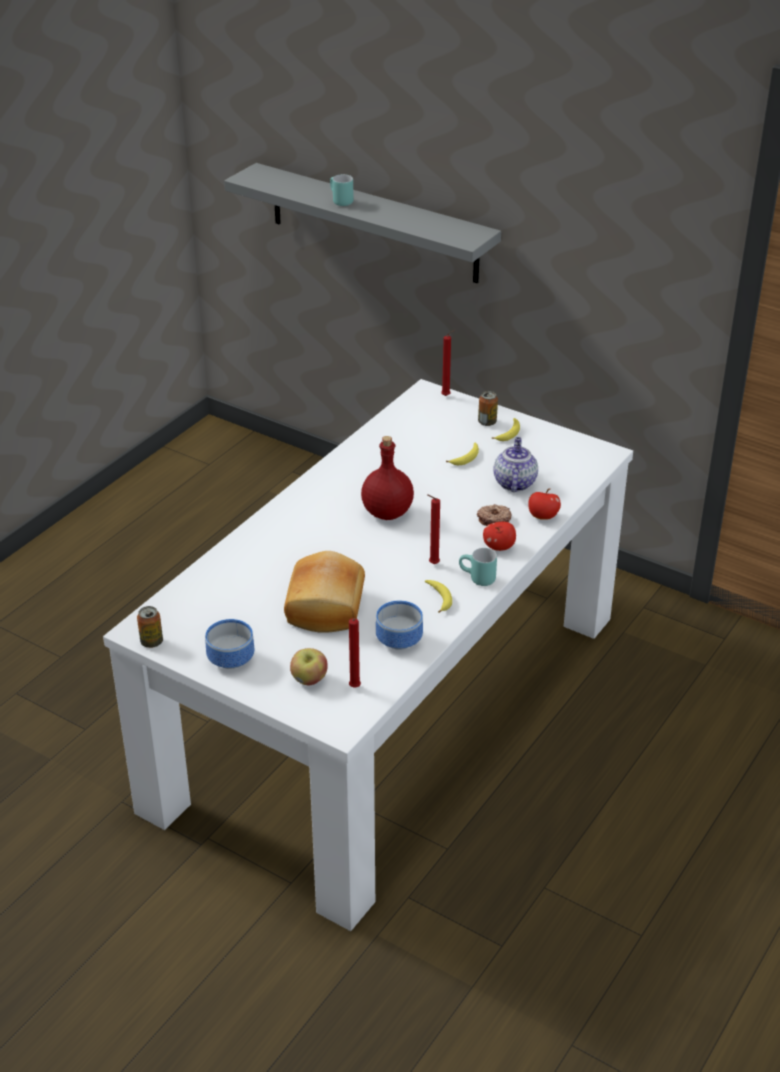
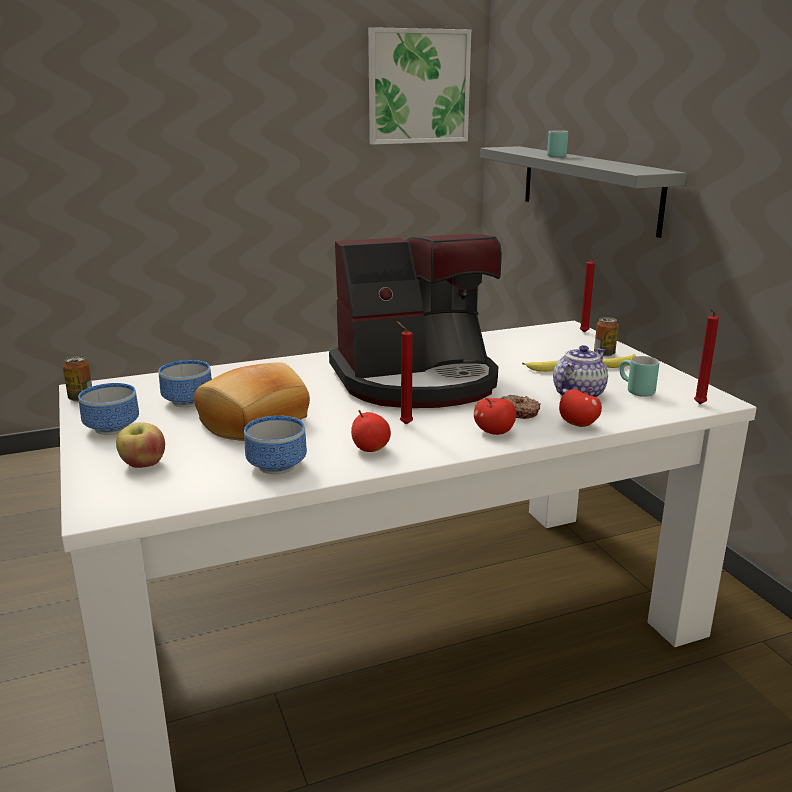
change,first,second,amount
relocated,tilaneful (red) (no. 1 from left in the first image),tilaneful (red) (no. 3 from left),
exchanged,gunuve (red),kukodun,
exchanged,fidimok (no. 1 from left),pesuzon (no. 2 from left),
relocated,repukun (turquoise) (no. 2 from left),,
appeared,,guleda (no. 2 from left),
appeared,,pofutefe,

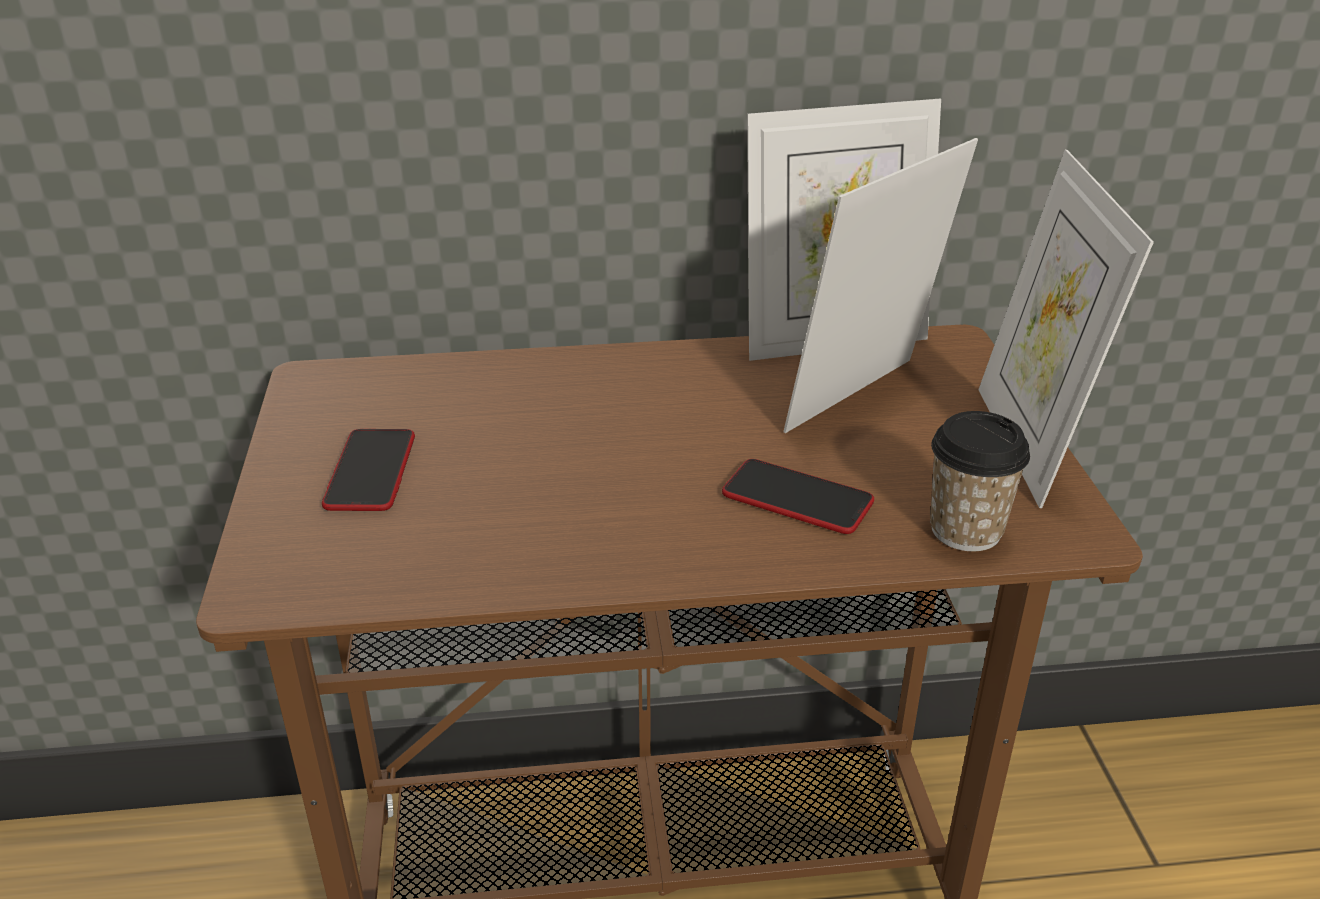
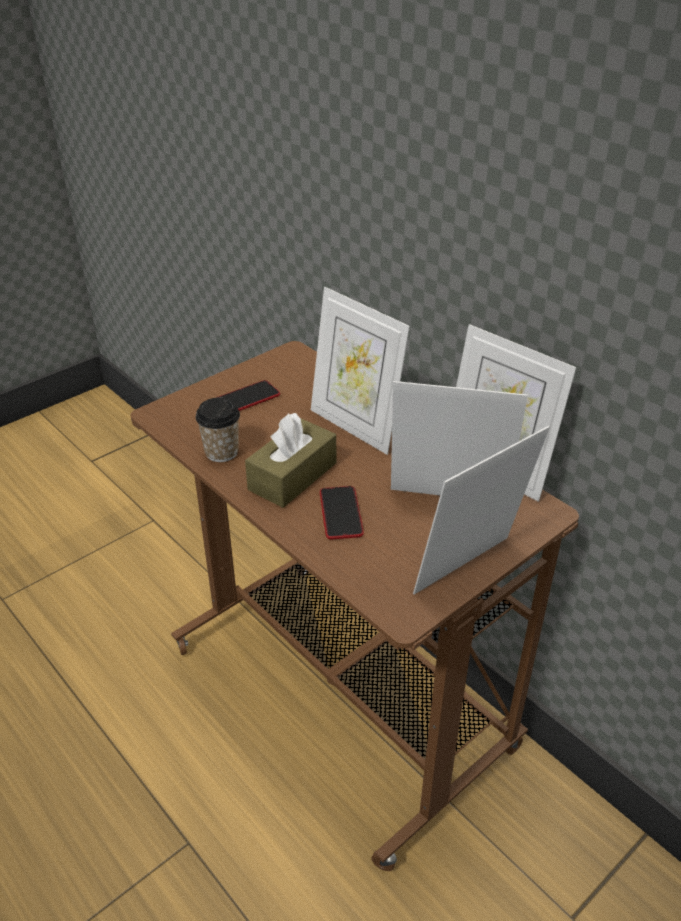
change,first,second,amount
relocated,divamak,,
appeared,,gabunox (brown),
appeared,,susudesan (no. 1 from left),

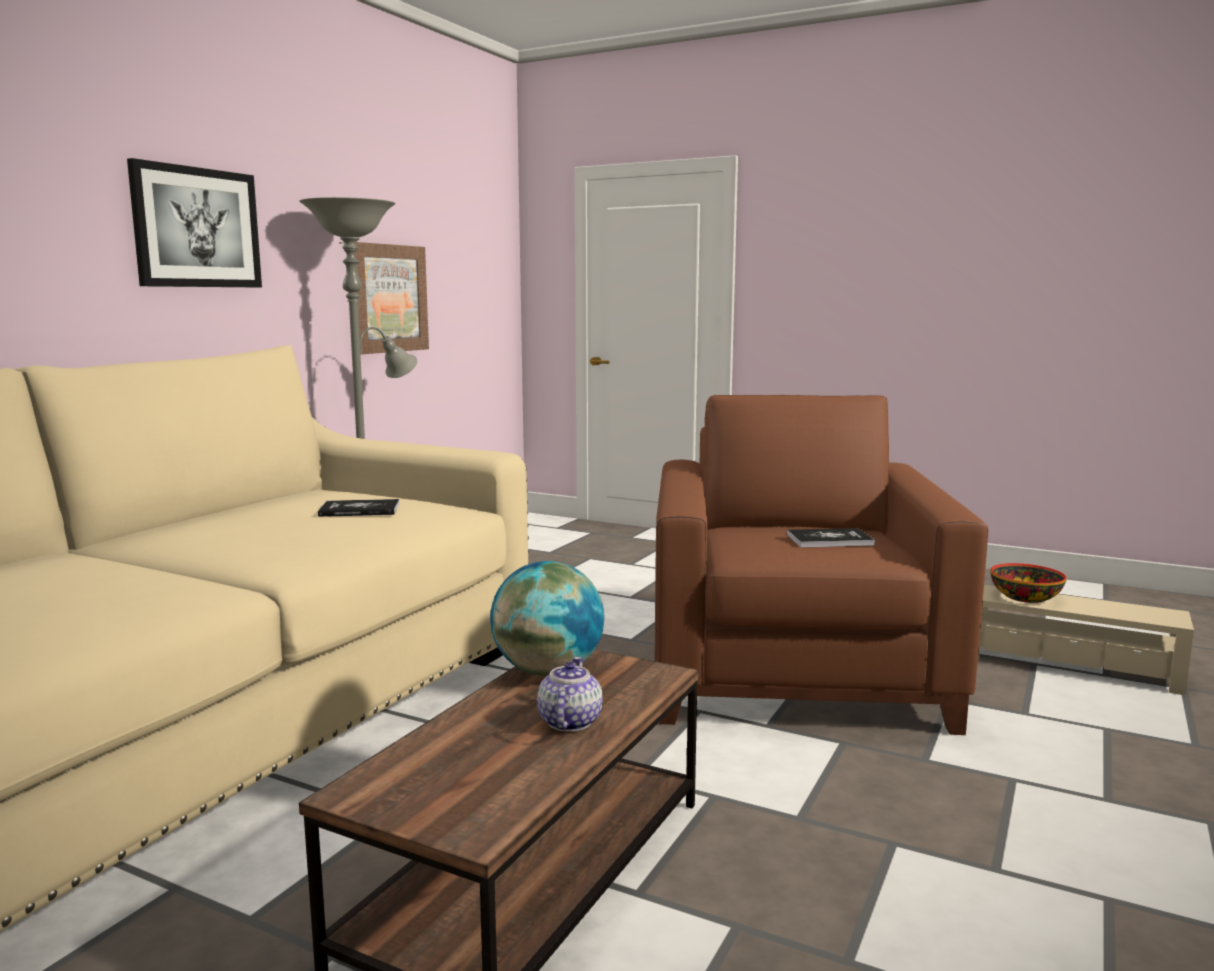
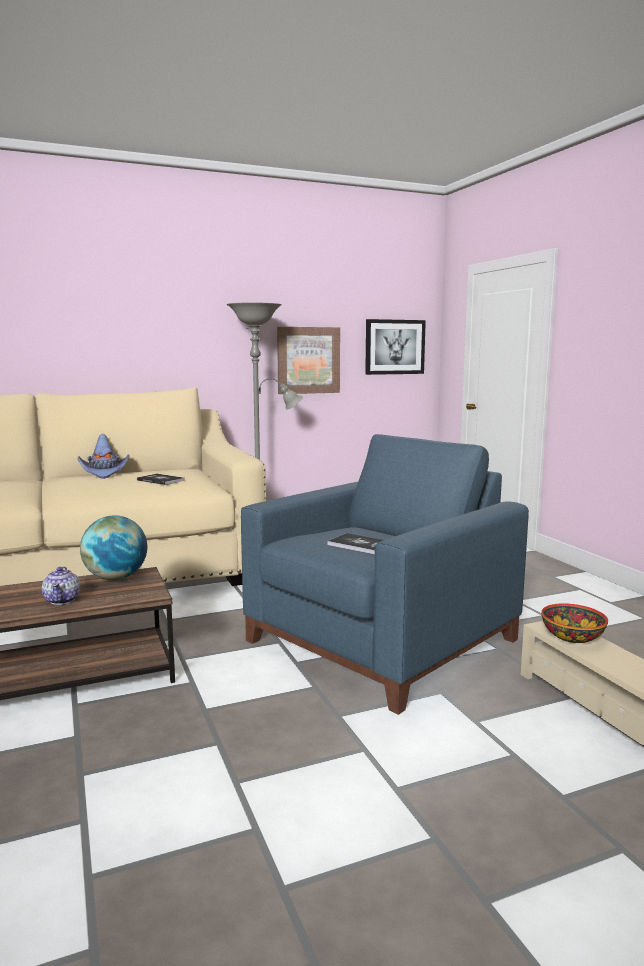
change,first,second,amount
relocated,pofutefe (no. 1 from left in the first image),pofutefe (no. 2 from left),
spun,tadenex,,120 degrees clockwise
colour,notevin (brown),notevin (blue),
appeared,,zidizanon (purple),

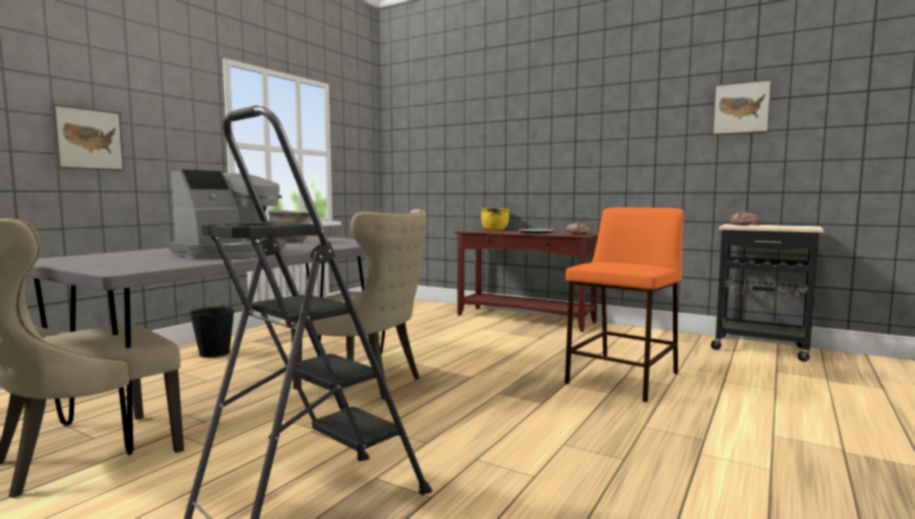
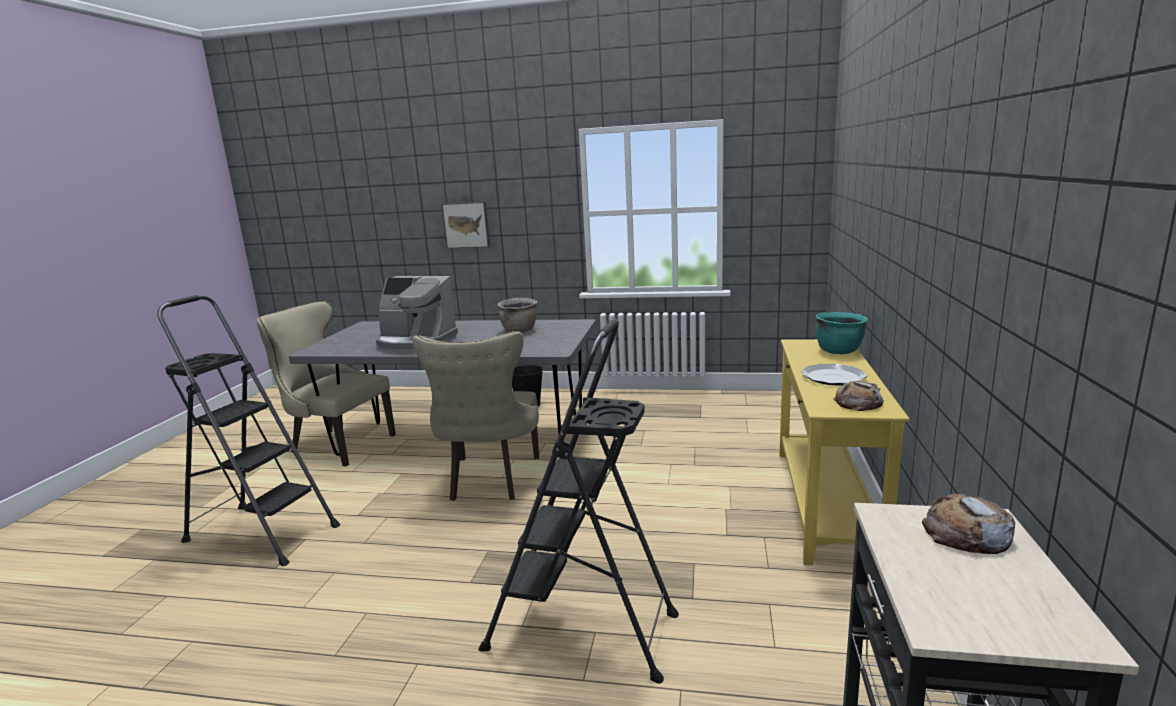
change,first,second,amount
colour,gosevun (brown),gosevun (yellow),
colour,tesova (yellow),tesova (turquoise),
exchanged,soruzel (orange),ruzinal (no. 2 from left),
missing,pofutefe (no. 2 from left),,

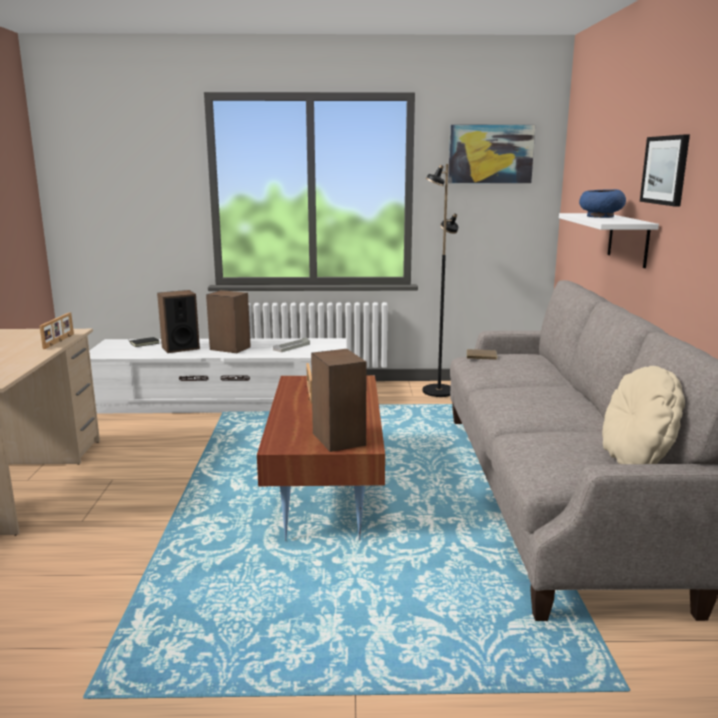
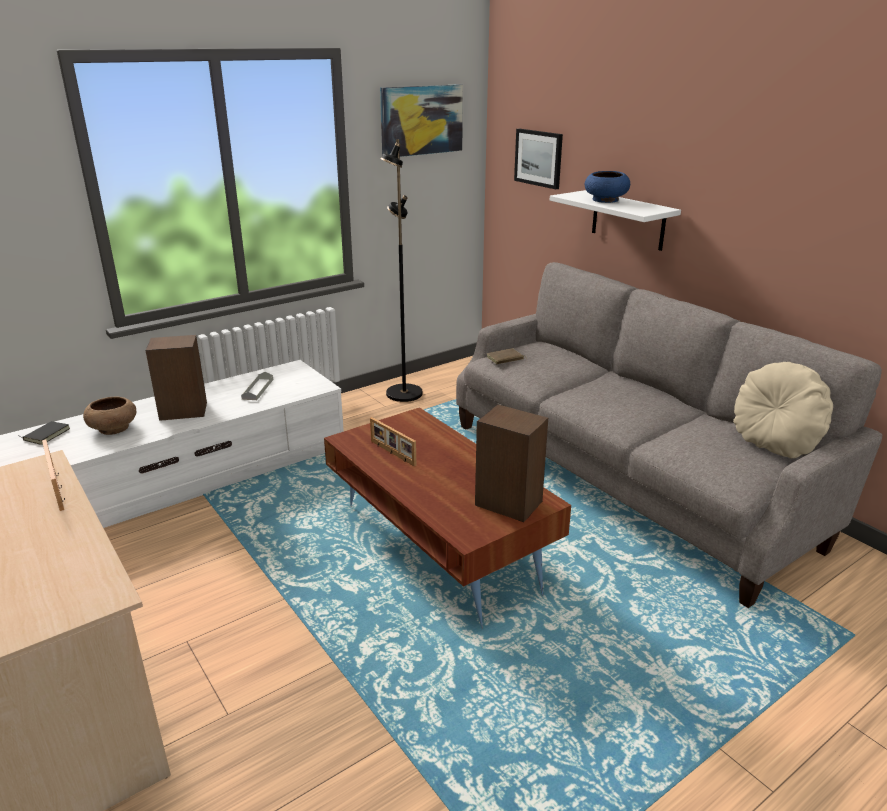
change,first,second,amount
exchanged,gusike (no. 1 from left),guleda (brown),
relocated,pofutefe (no. 2 from left),,

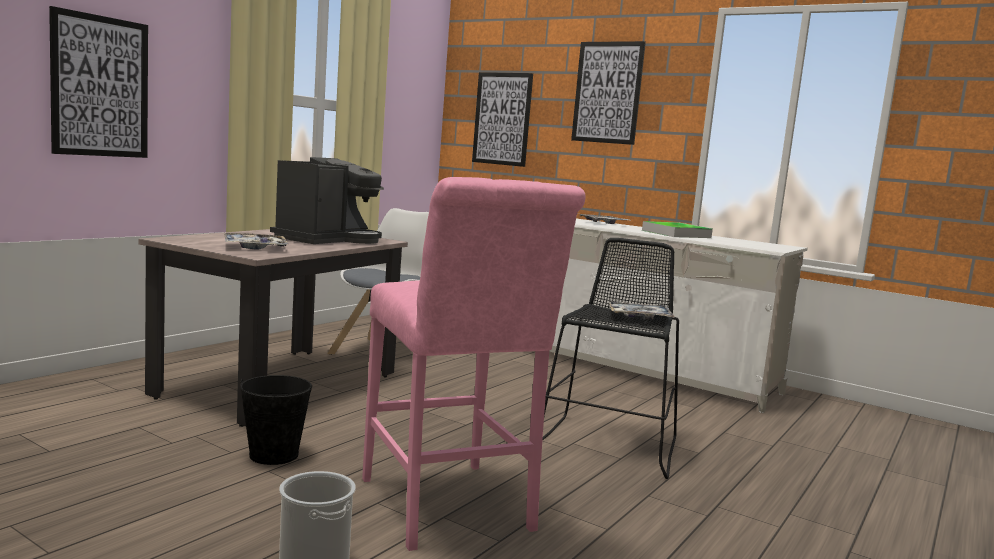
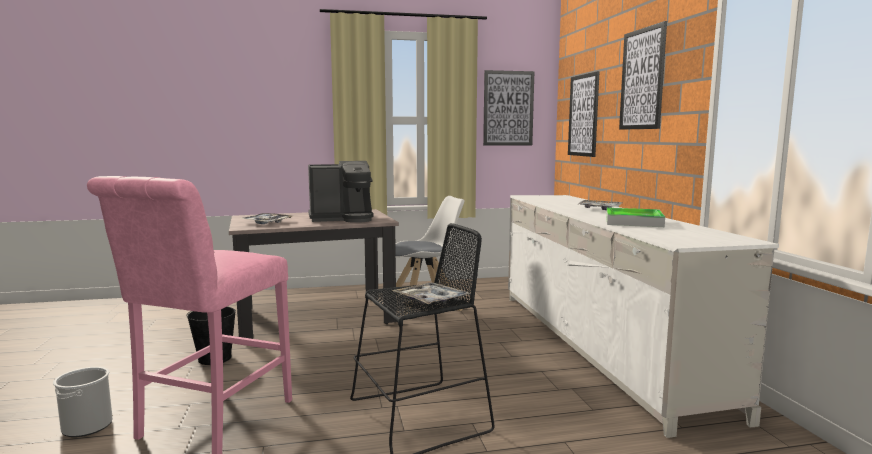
change,first,second,amount
relocated,pofutefe (no. 1 from left),,

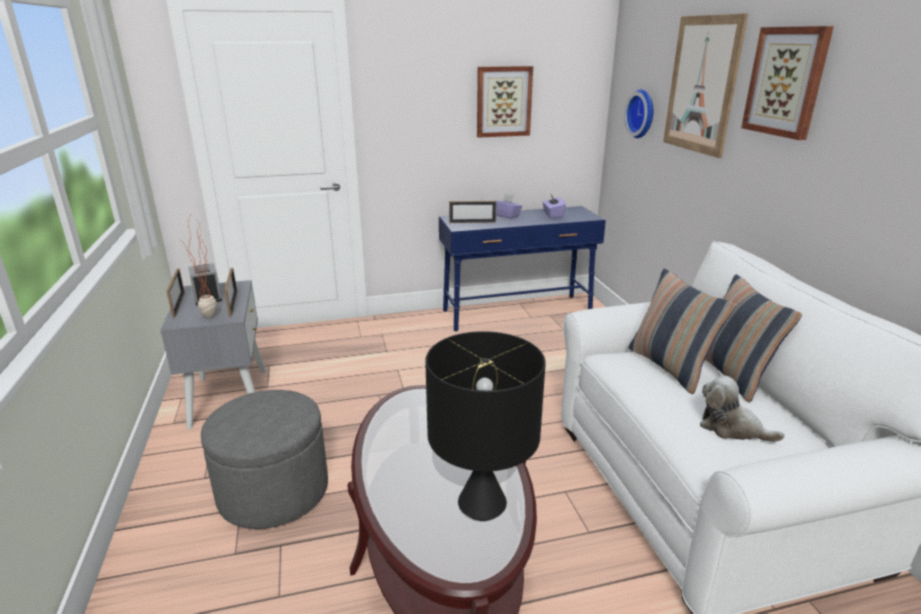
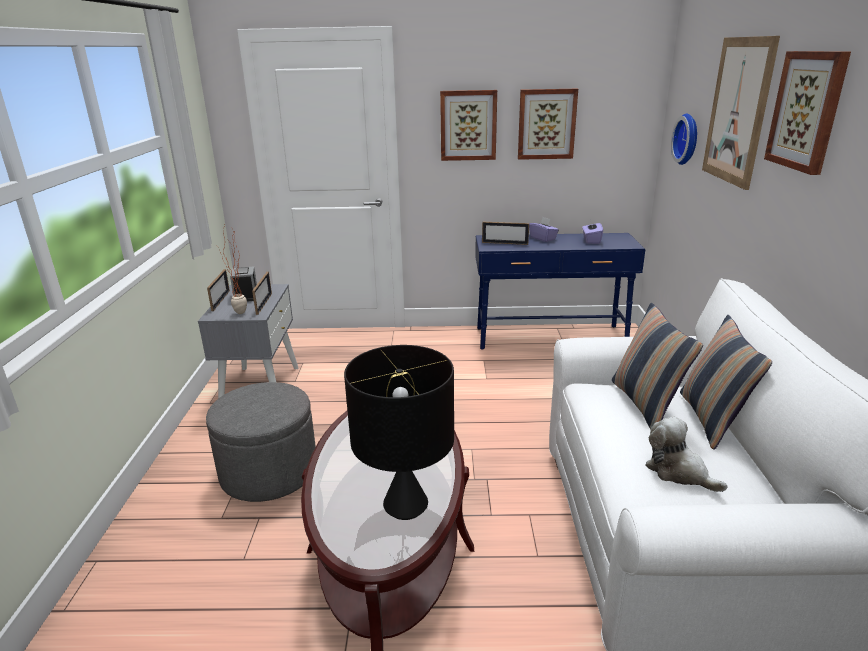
change,first,second,amount
appeared,,pofutefe (no. 1 from left),

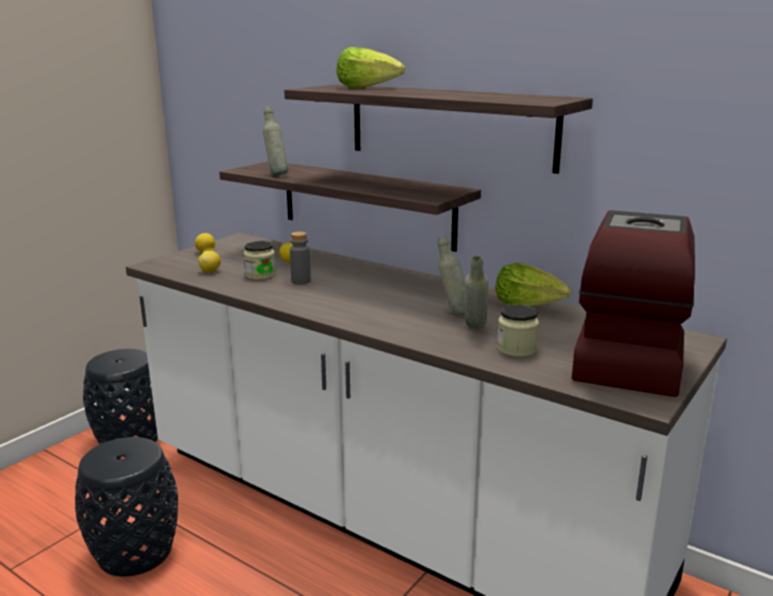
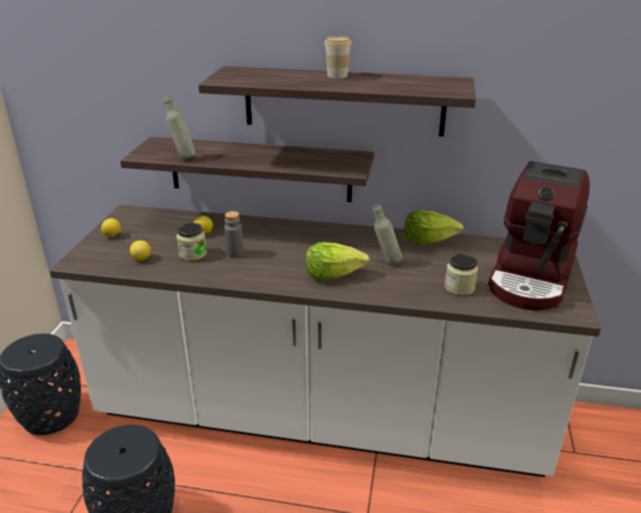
change,first,second,amount
relocated,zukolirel (no. 1 from left),,
missing,gunuve (grey) (no. 4 from left),,
spun,kukodun,,150 degrees counterclockwise
appeared,,divamak,

